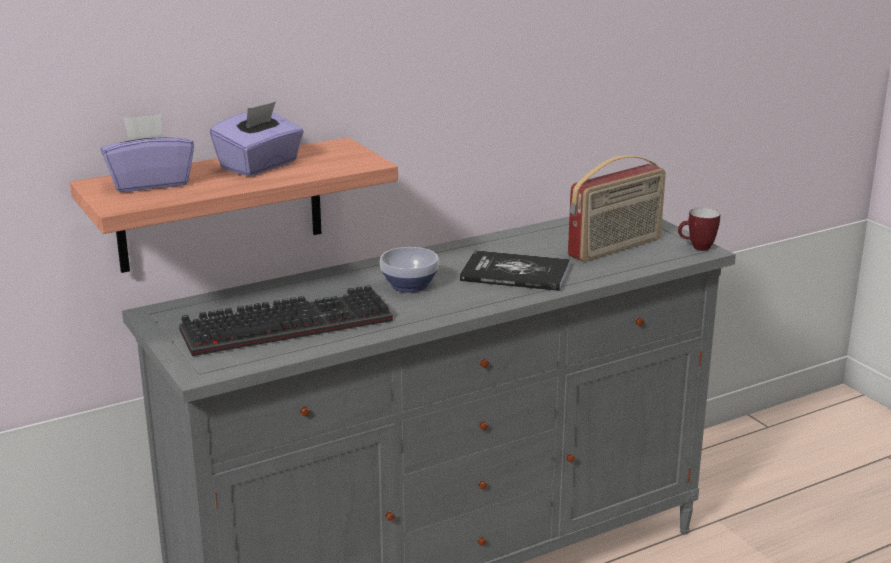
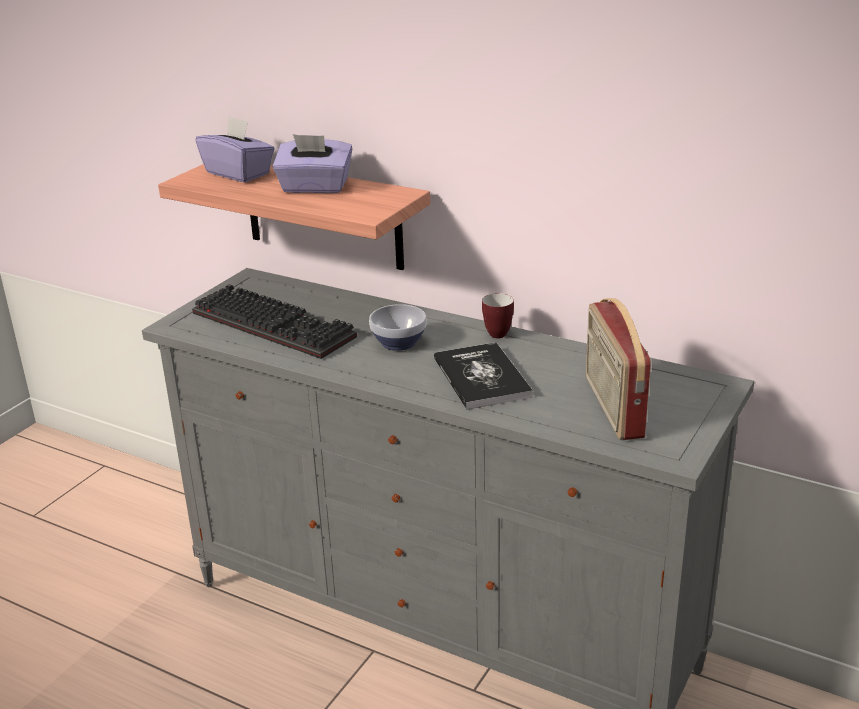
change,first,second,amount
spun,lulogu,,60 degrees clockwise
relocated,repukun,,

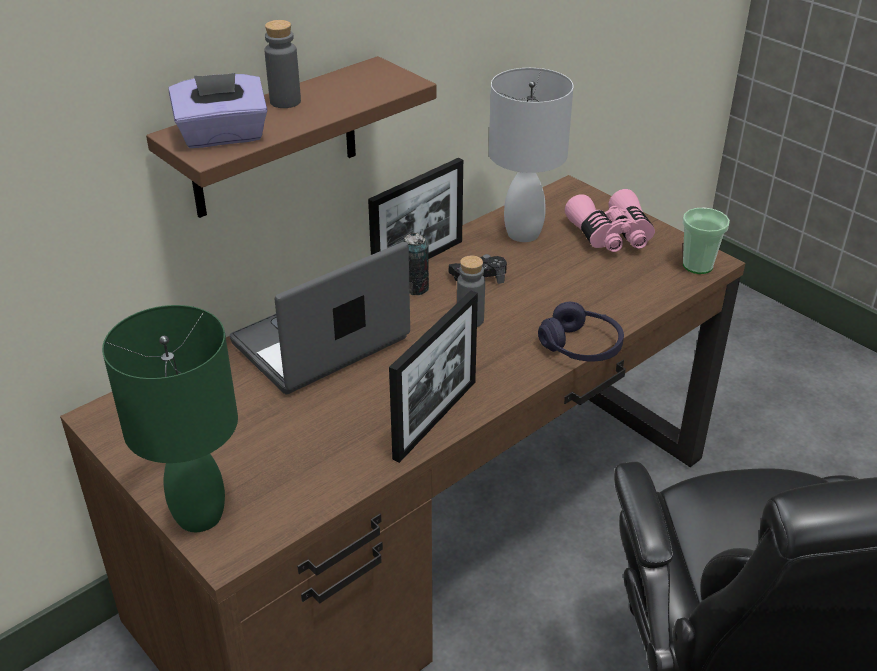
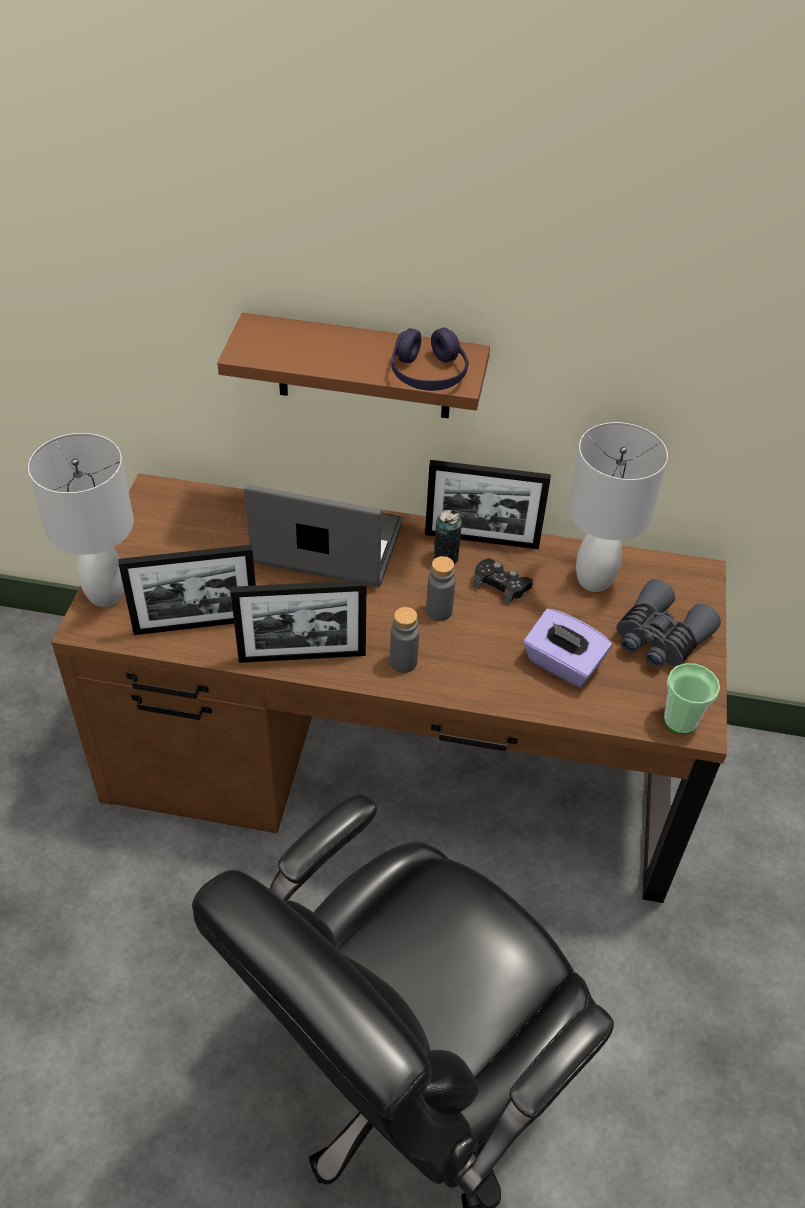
change,first,second,amount
colour,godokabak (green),godokabak (white) (no. 1 from left),
relocated,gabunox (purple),,
relocated,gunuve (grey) (no. 1 from left),,
relocated,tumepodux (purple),,
colour,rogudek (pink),rogudek (grey),
appeared,,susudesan (no. 1 from left),

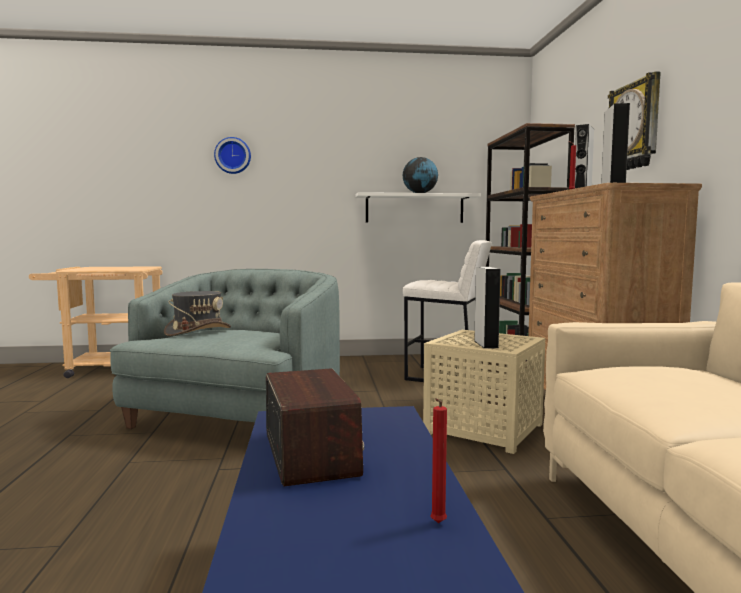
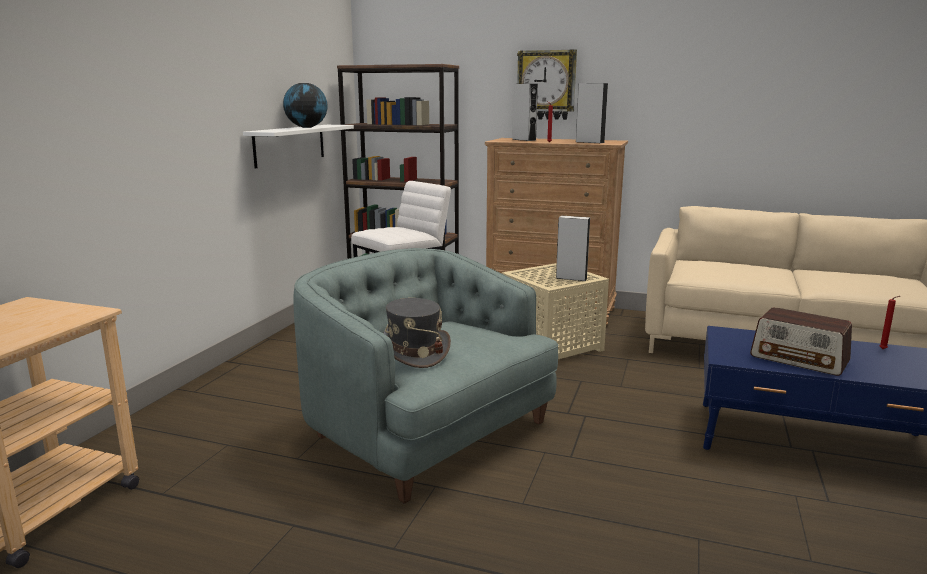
change,first,second,amount
missing,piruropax (no. 1 from left),,
spun,lulogu,,150 degrees counterclockwise

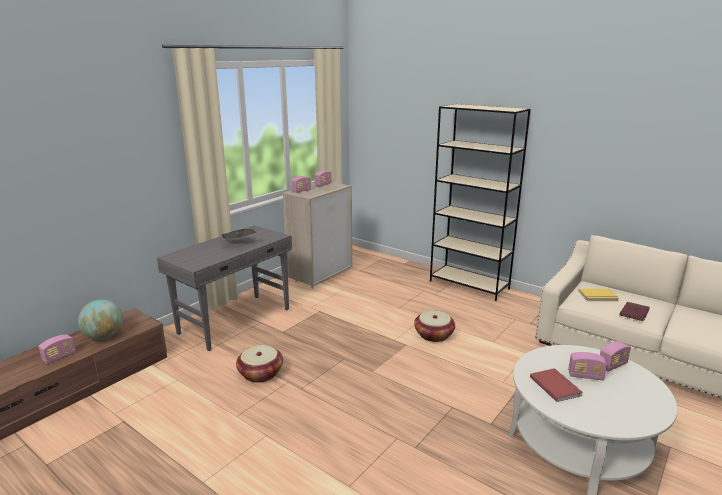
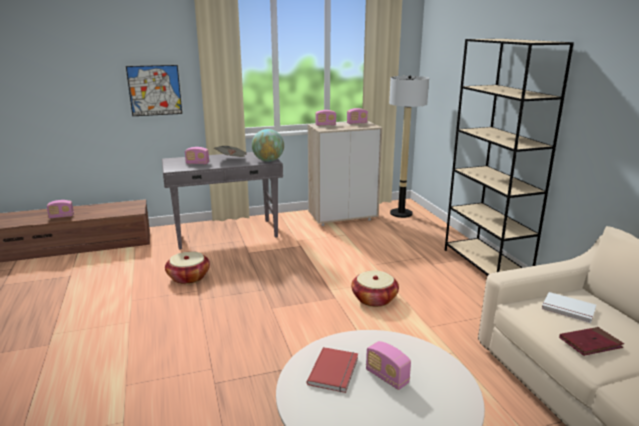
change,first,second,amount
relocated,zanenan,,
colour,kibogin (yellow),kibogin (white),
relocated,lulogu (no. 5 from left in the first image),lulogu (no. 2 from left),
appeared,,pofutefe,
appeared,,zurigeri,

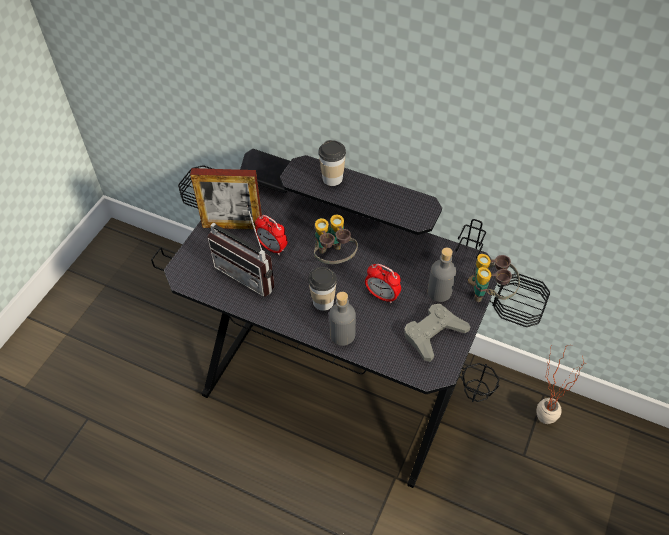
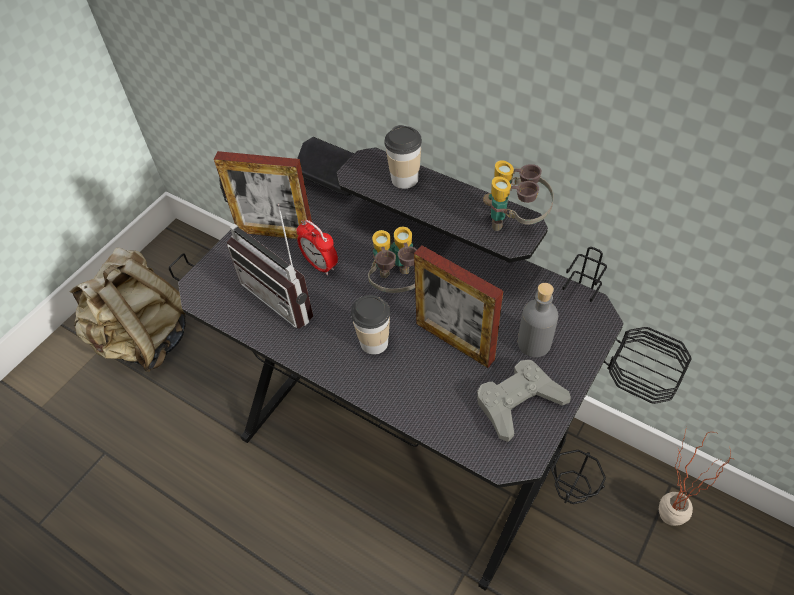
change,first,second,amount
missing,gunuve (grey) (no. 1 from left),,
exchanged,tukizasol (no. 2 from left),susudesan (no. 2 from left),
relocated,rogudek (no. 2 from left),,
appeared,,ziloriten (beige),

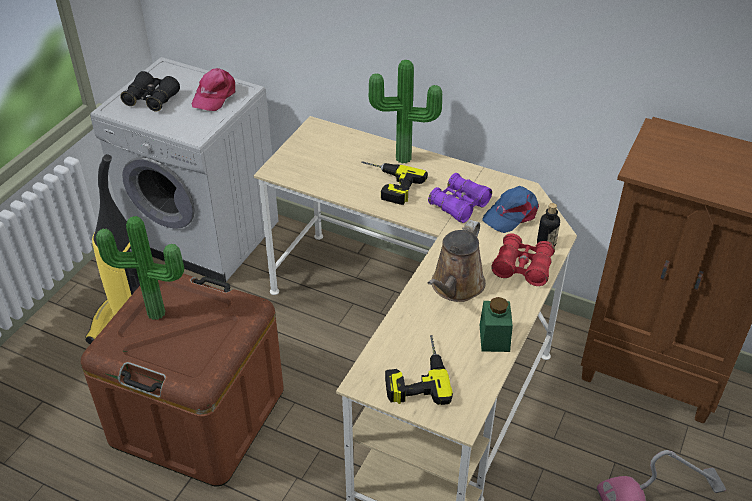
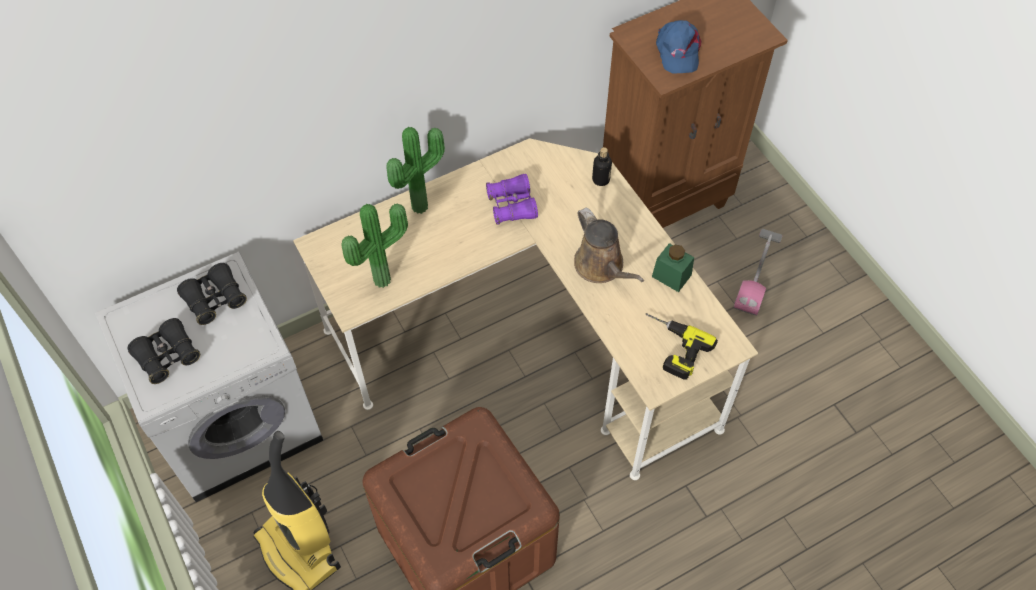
change,first,second,amount
relocated,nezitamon (no. 1 from left),,
exchanged,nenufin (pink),rogudek (black) (no. 2 from left),
missing,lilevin (no. 1 from left),,
relocated,nenufin (blue),,
missing,rogudek (red),,

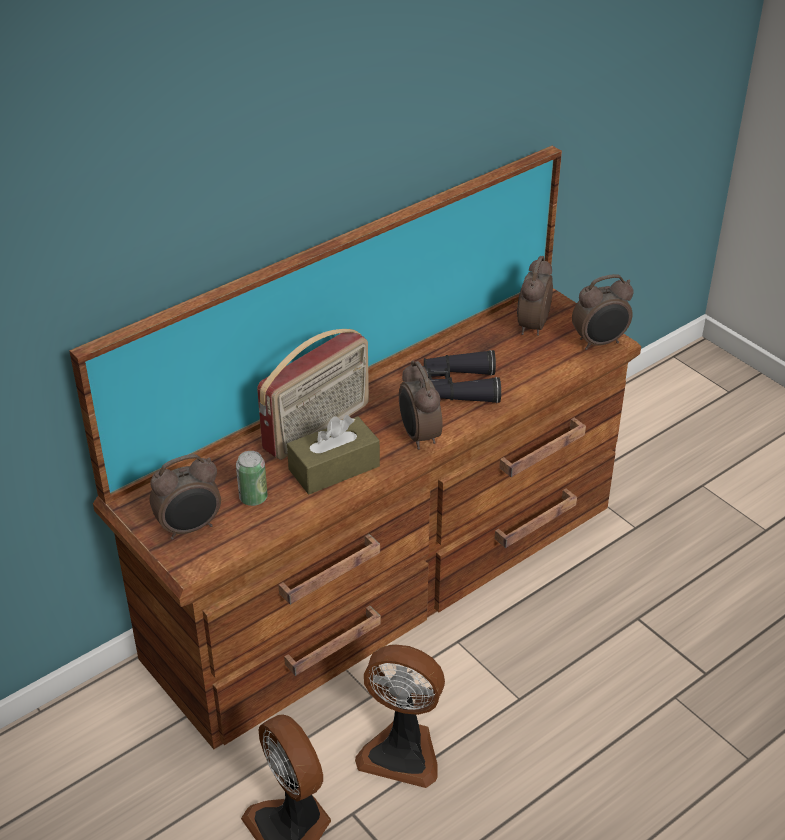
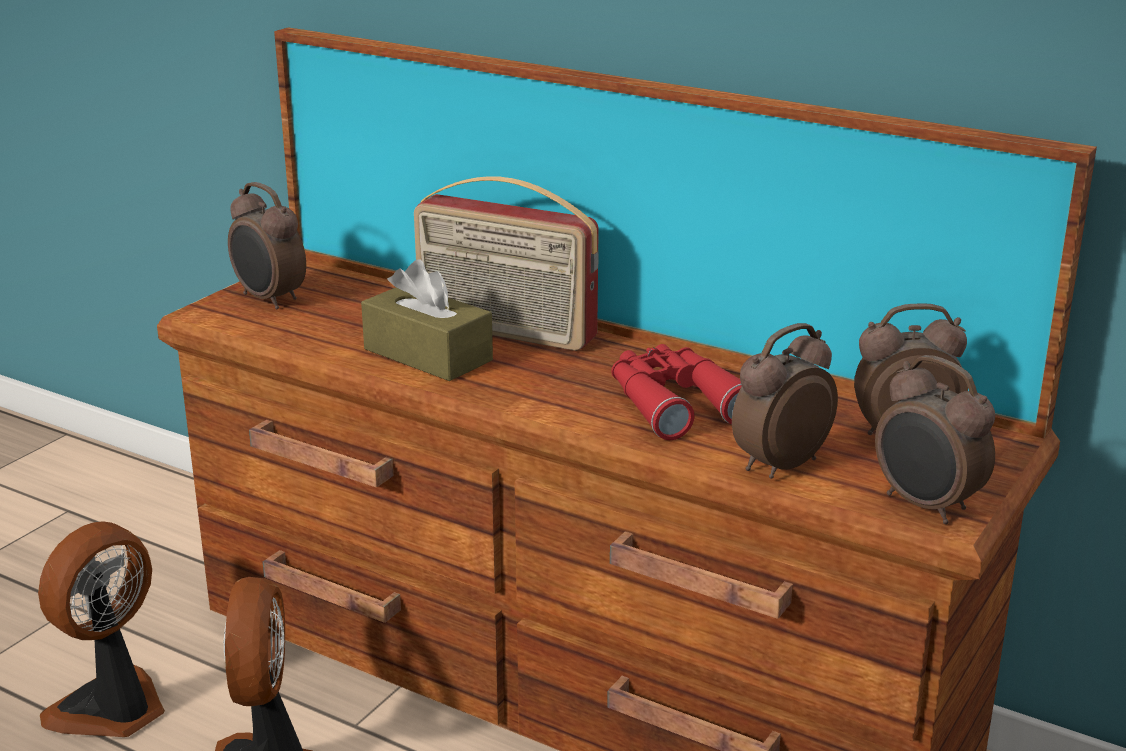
change,first,second,amount
missing,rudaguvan,,
relocated,tukizasol (no. 2 from left),,
colour,rogudek (black),rogudek (red),

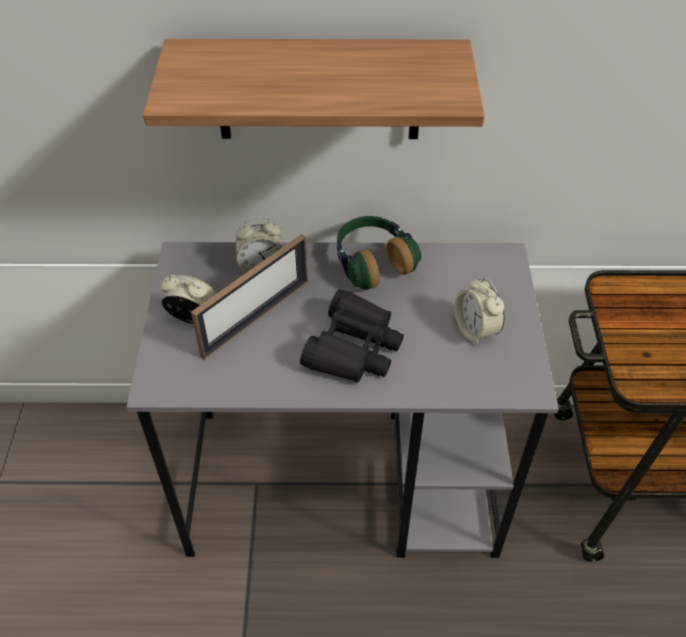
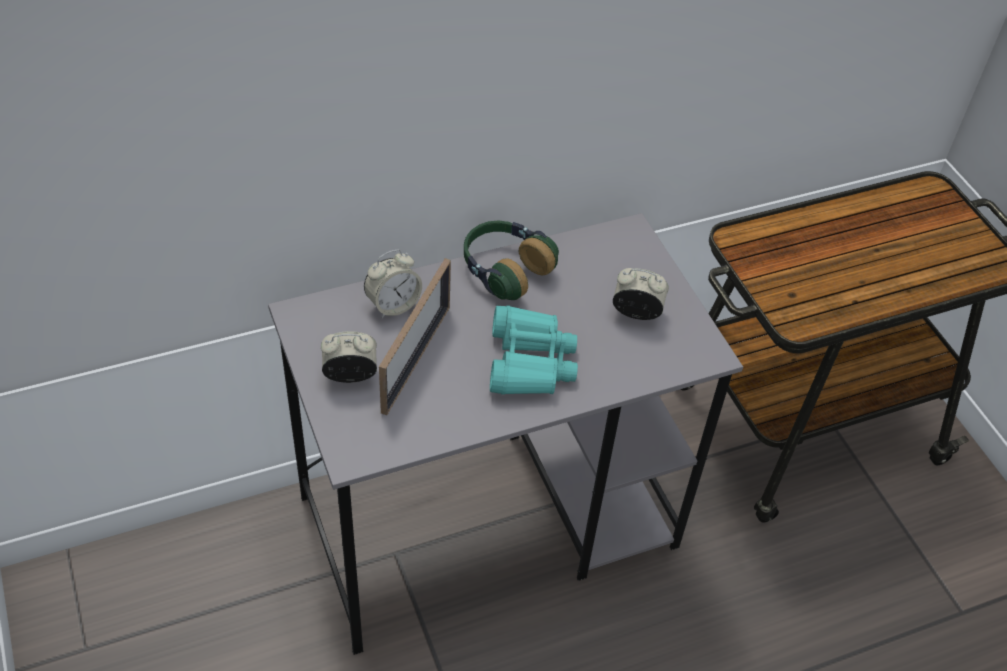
change,first,second,amount
missing,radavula,,
colour,rogudek (black),rogudek (turquoise),
spun,tukizasol (no. 3 from left),,150 degrees clockwise

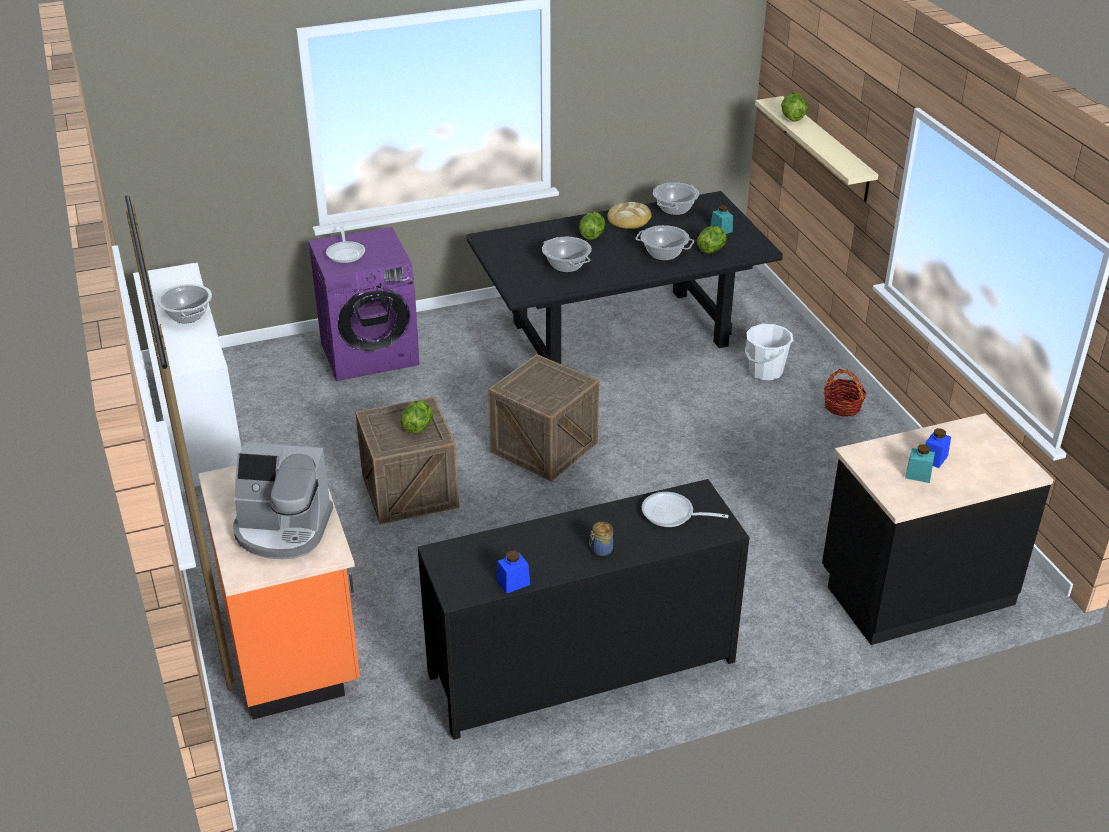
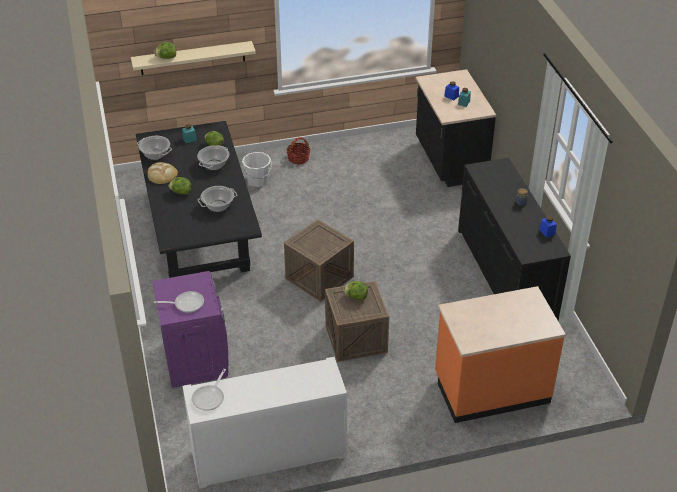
change,first,second,amount
missing,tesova (no. 1 from left),,
missing,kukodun,,
relocated,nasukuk (no. 2 from left),,

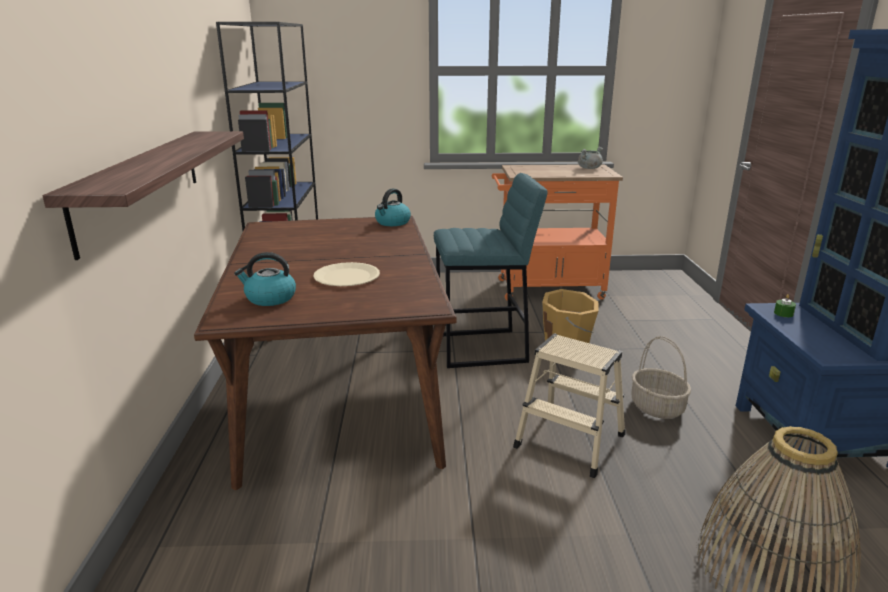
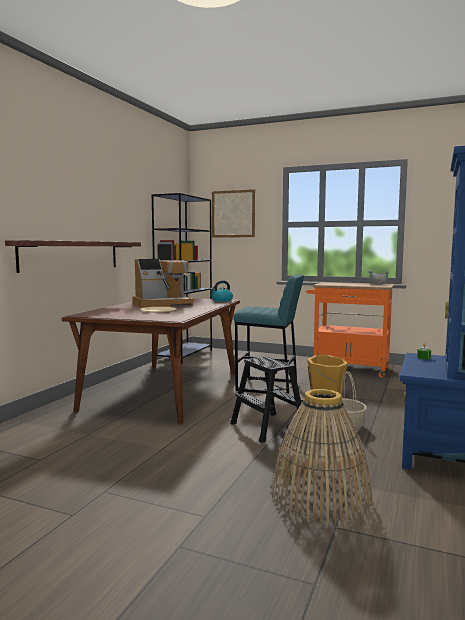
change,first,second,amount
missing,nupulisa (no. 1 from left),,
colour,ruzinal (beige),ruzinal (black),
appeared,,kukodun,
appeared,,pofutefe,

